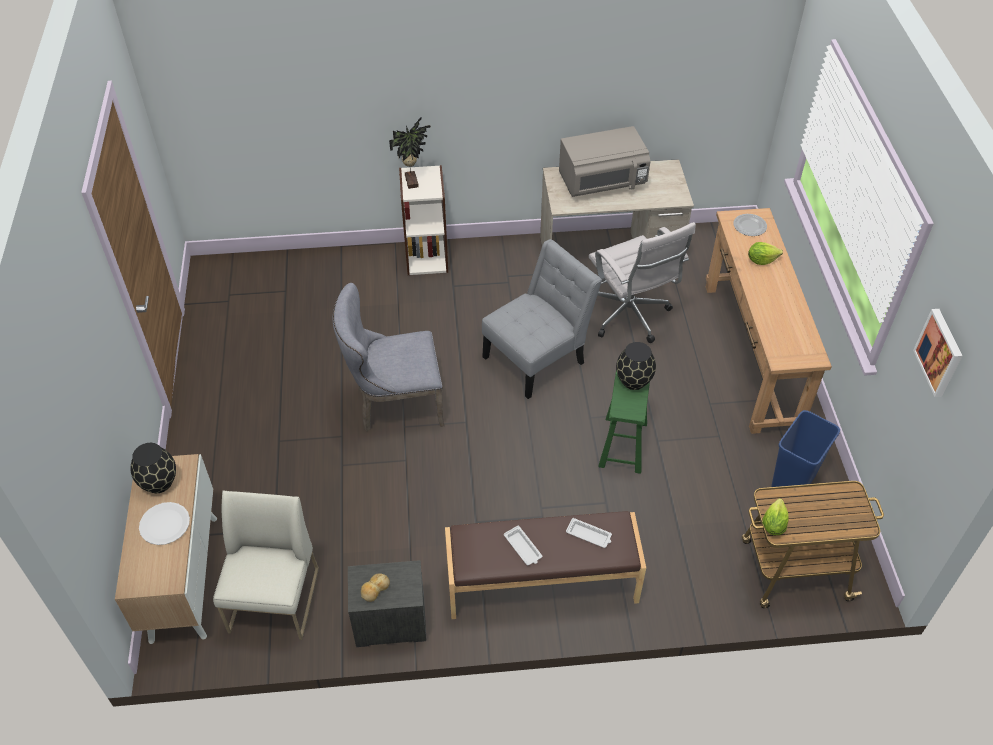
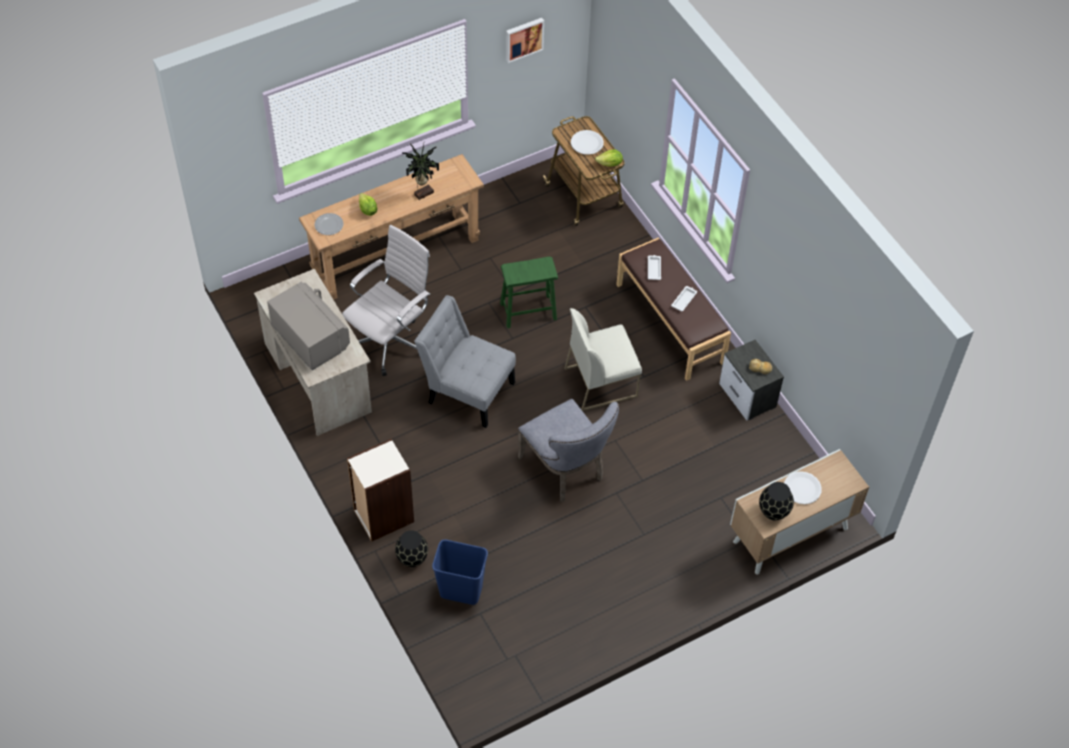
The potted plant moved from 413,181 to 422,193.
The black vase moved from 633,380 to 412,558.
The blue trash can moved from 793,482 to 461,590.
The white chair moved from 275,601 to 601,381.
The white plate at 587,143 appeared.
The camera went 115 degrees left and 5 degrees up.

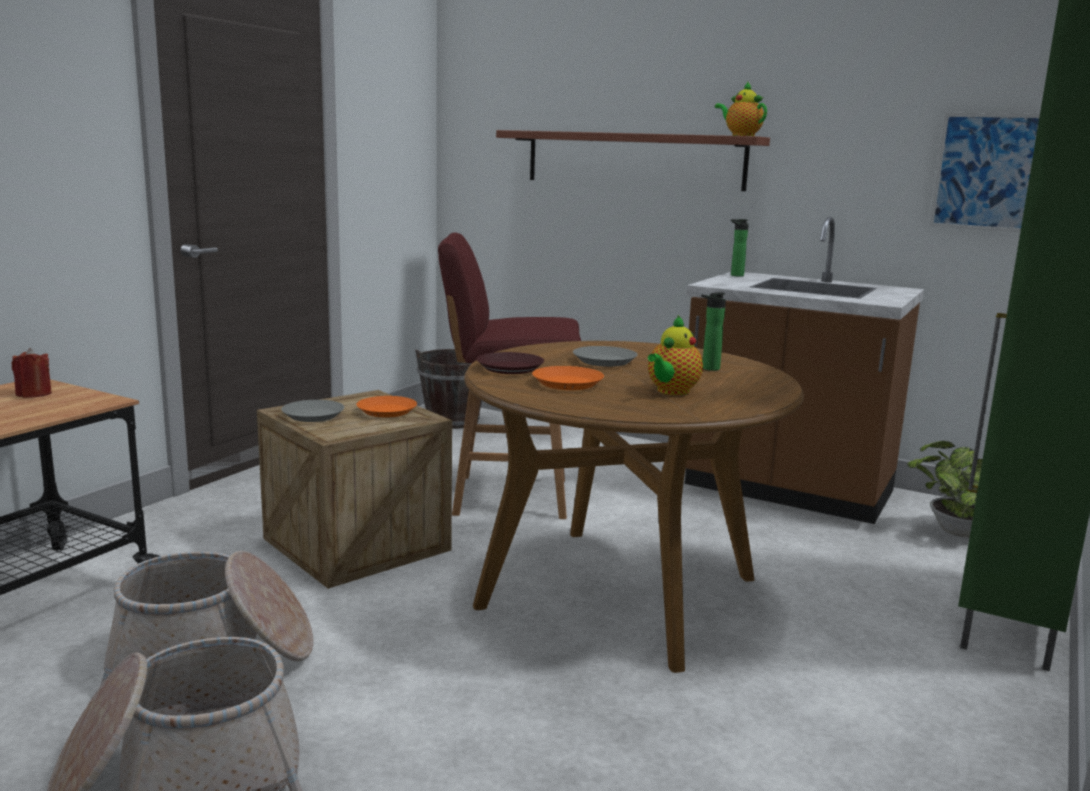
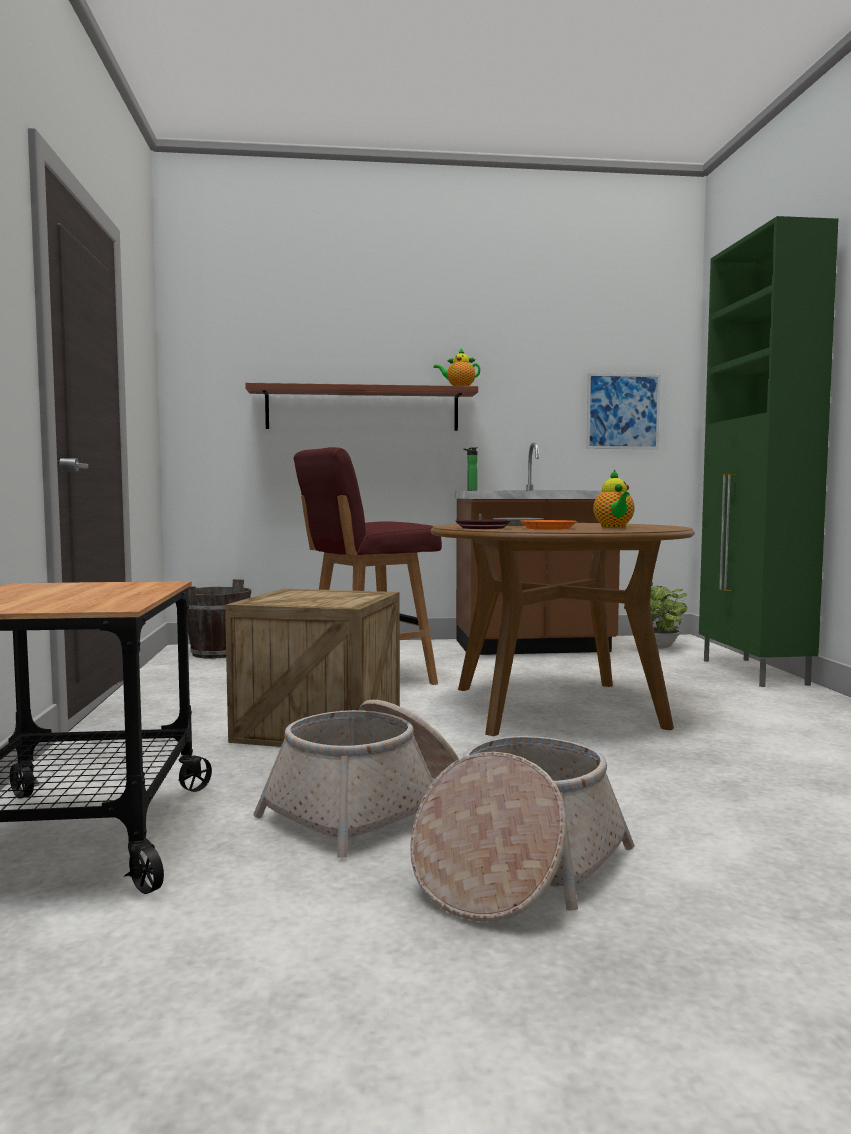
The bottle at 708,369 disappeared.
The red candle at 34,394 disappeared.
The orange plate at 387,411 disappeared.
The grey plate at 313,416 disappeared.
The camera went 35 degrees left and 10 degrees down.

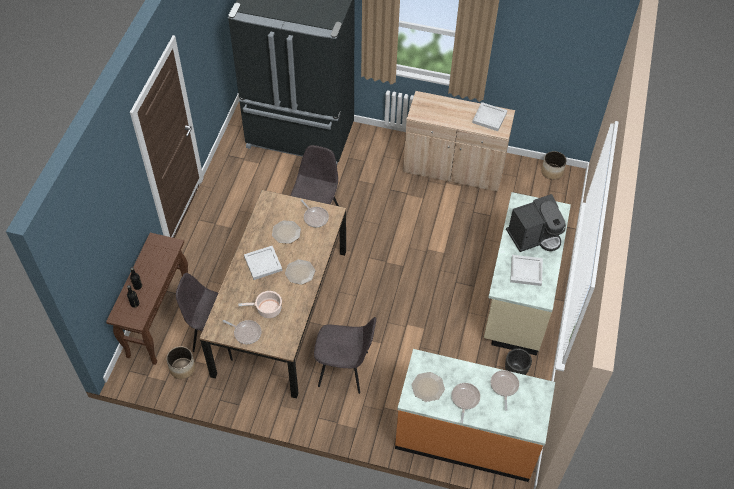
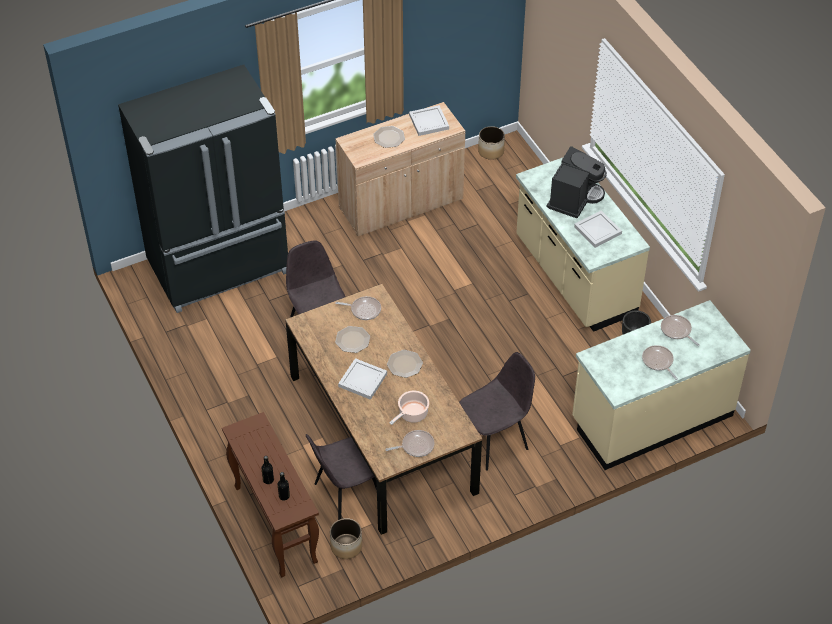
The orange counter at 467,437 became the beige counter at 651,417.
The plate moved from 428,387 to 389,137.
The camera went 40 degrees left and 5 degrees down.

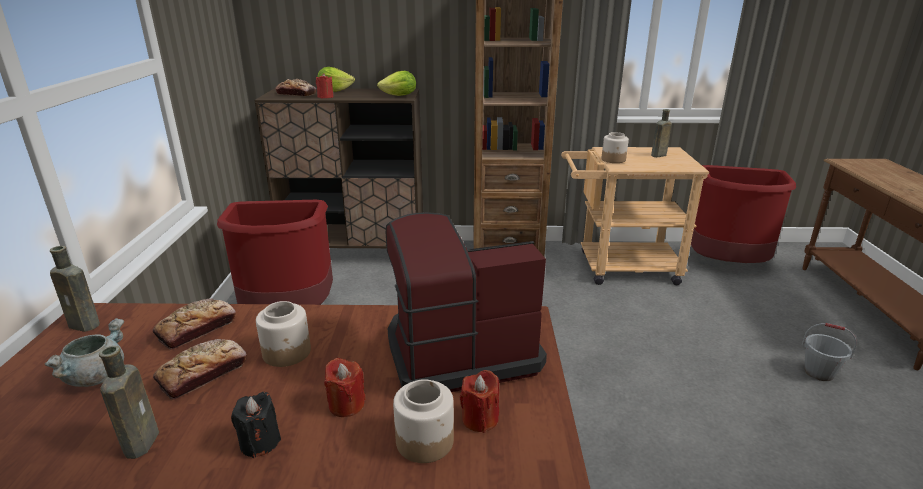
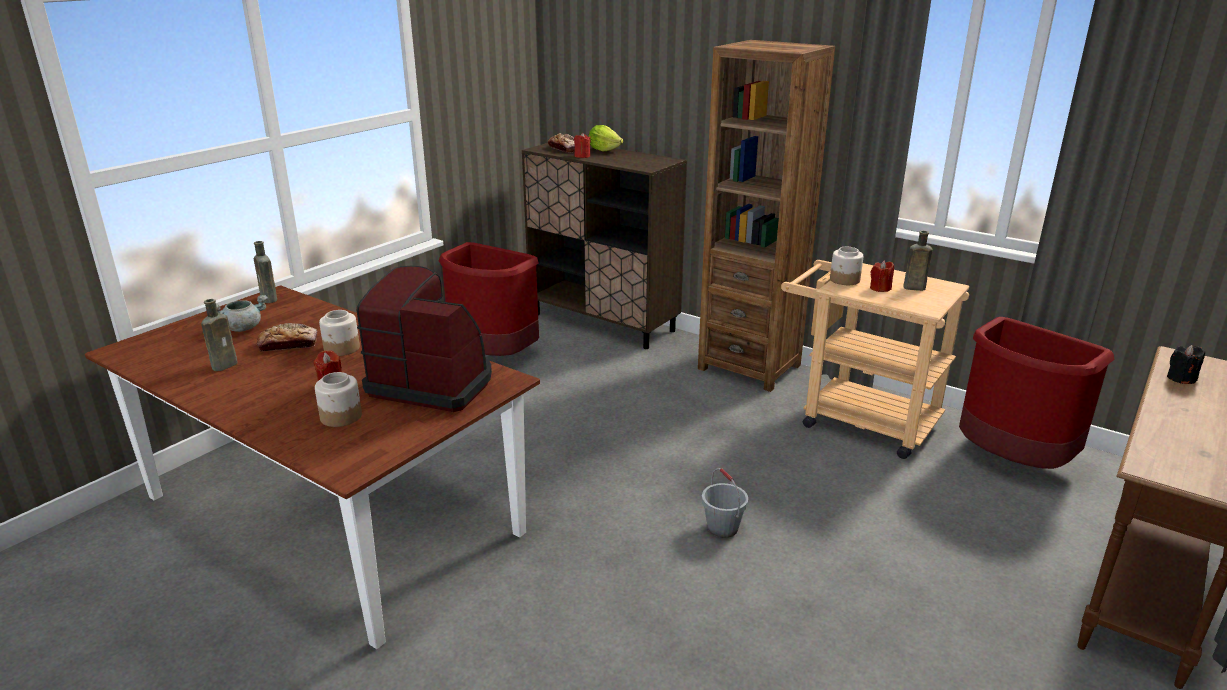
The lettuce at 399,96 disappeared.
The bread at 197,329 disappeared.
The grey bucket moved from 819,372 to 723,528.
The red candle moved from 480,419 to 880,288.
The black candle moved from 260,442 to 1181,378.
The camera went 35 degrees right and 0 degrees up.

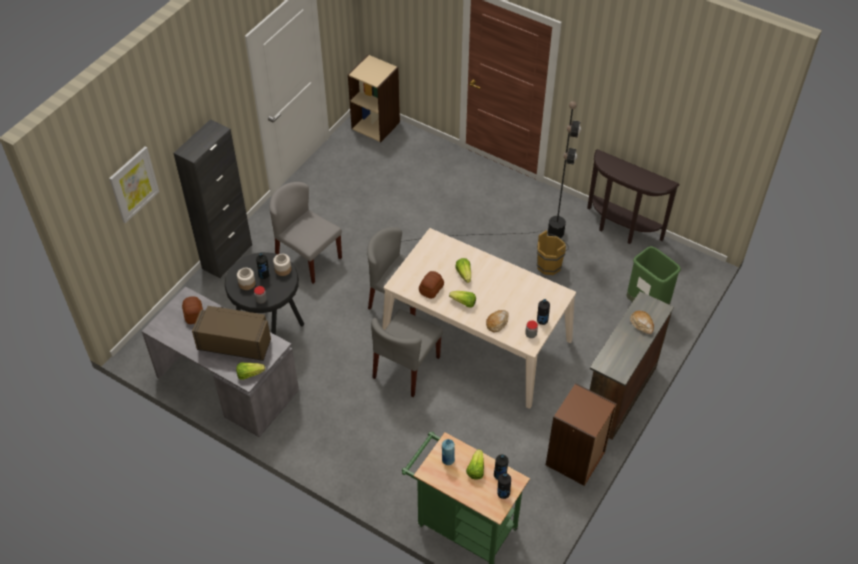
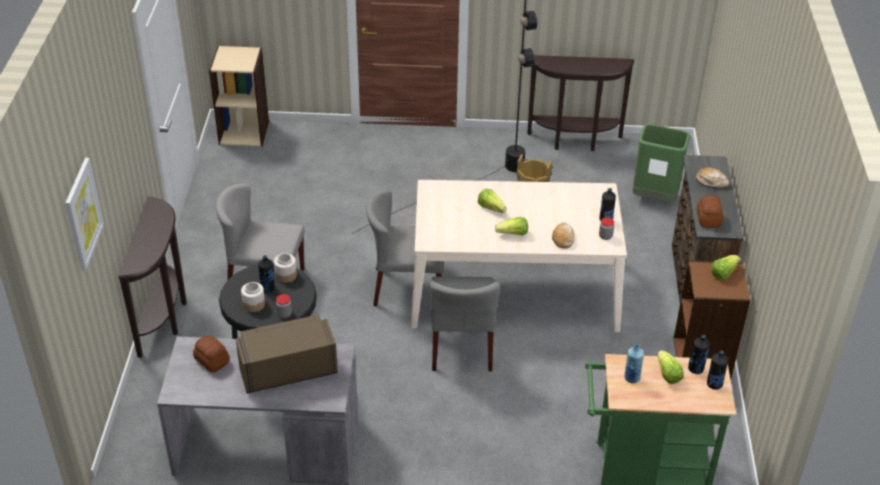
The black cabinet at 227,257 was replaced by the brown console table at 165,316.
The bread moved from 431,289 to 709,218.
The lettuce moved from 249,374 to 723,273.
The camera went 30 degrees left and 10 degrees down.

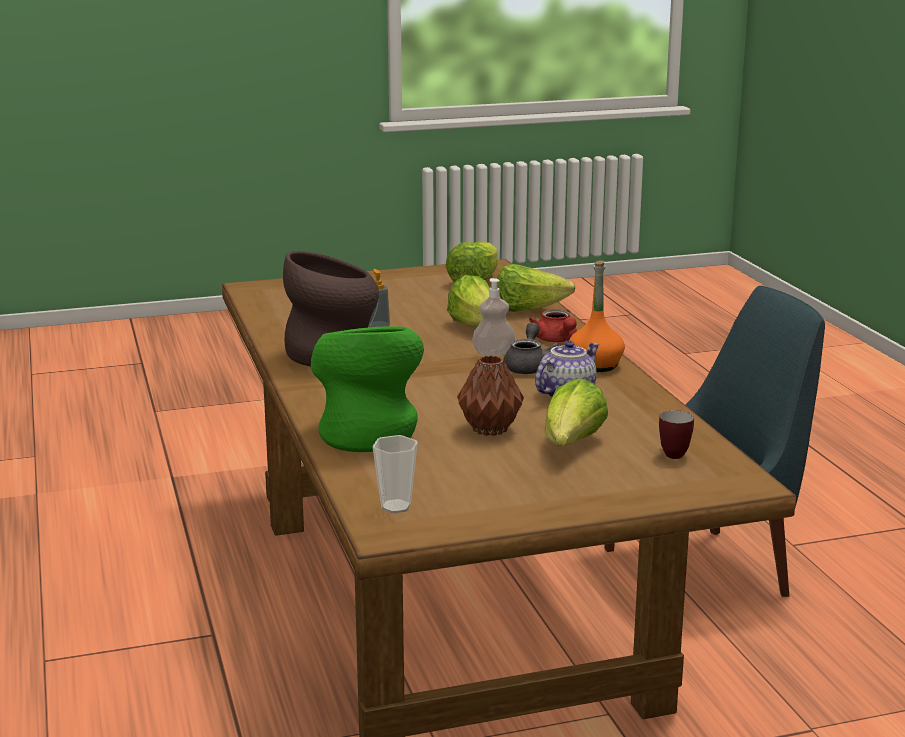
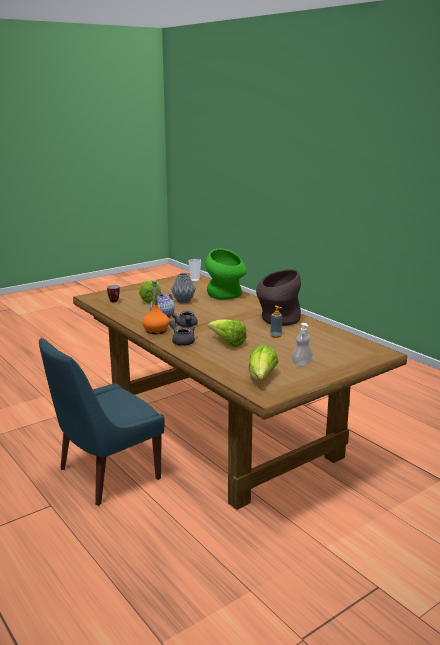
The lettuce at 528,310 disappeared.
The soap dispenser moved from 493,353 to 301,363.
The red teapot at 556,340 became the grey teapot at 182,341.
The brown vase at 490,429 became the grey vase at 183,301.
The camera went 160 degrees right and 0 degrees up.

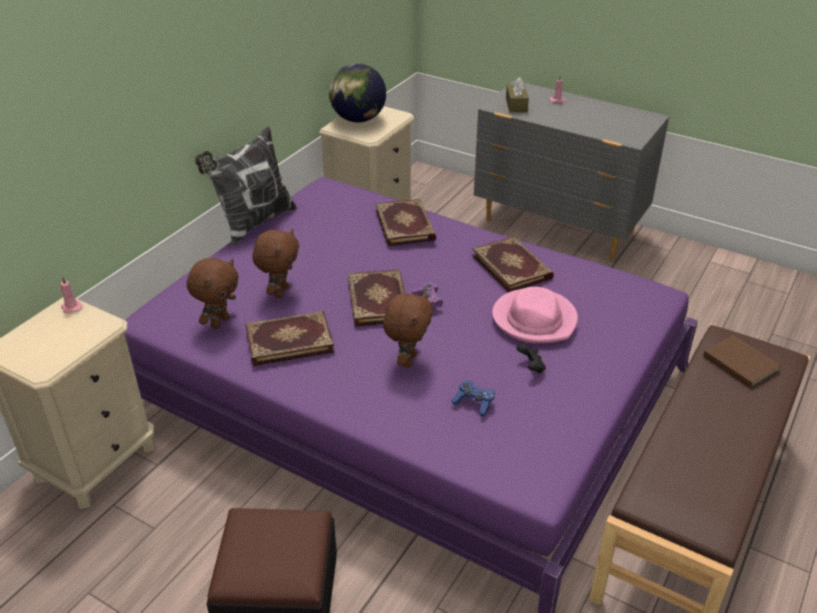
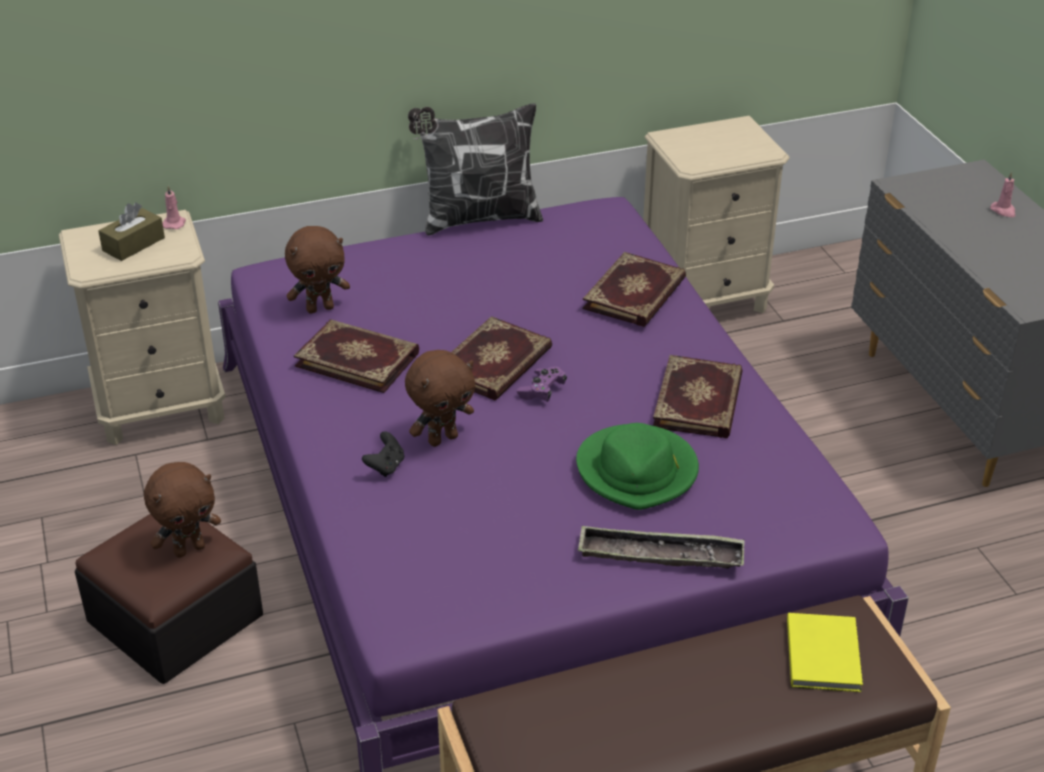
The globe at 358,119 disappeared.
The brown tissue box moved from 516,105 to 133,244.
The brown plush toy moved from 280,292 to 189,549.
The pink hat at 535,319 became the green hat at 638,471.
The brown book at 739,362 became the yellow book at 824,653.
The black game controller moved from 531,367 to 386,466.
The blue game controller at 474,403 disappeared.
The tray at 660,555 appeared.
The camera went 40 degrees right and 0 degrees up.

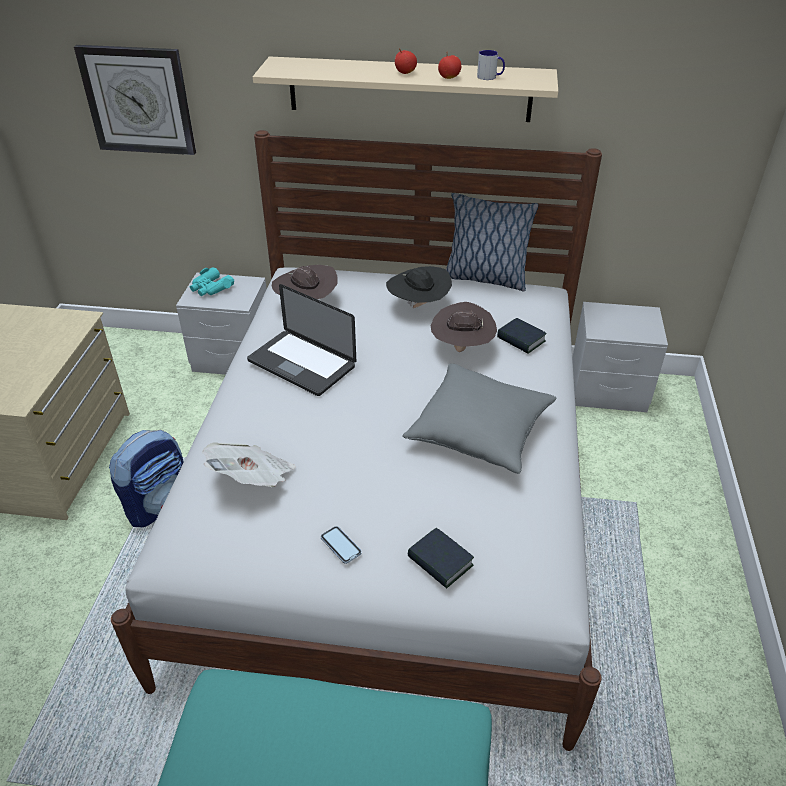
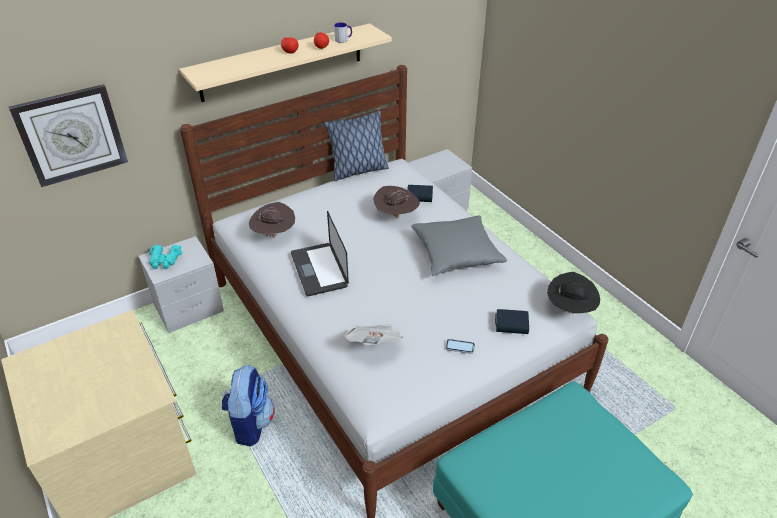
The black hat moved from 418,306 to 570,309.
The laptop at 301,364 turned 75 degrees clockwise.
The camera went 40 degrees left and 0 degrees up.

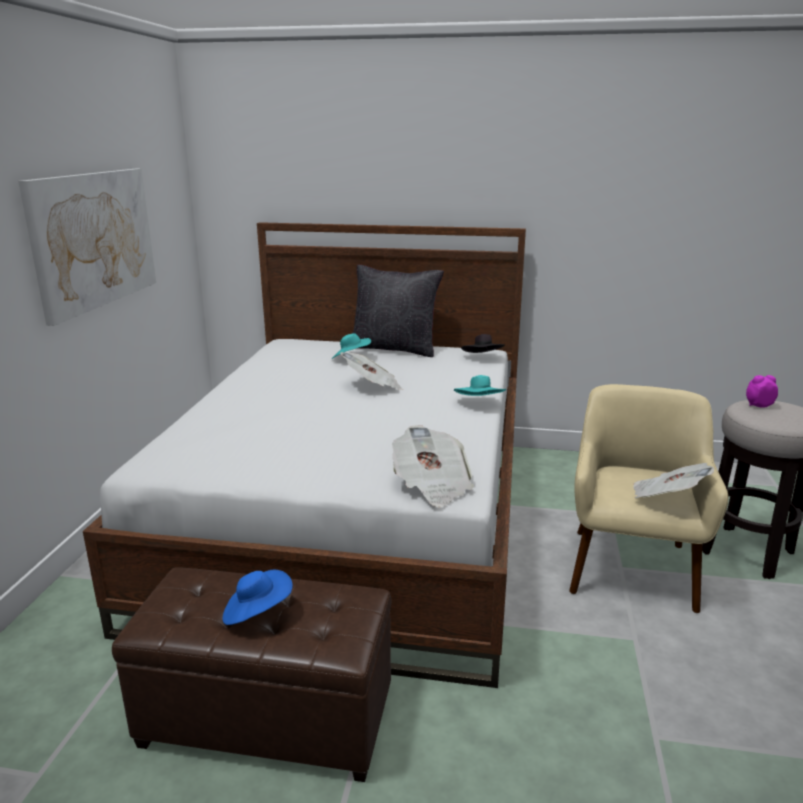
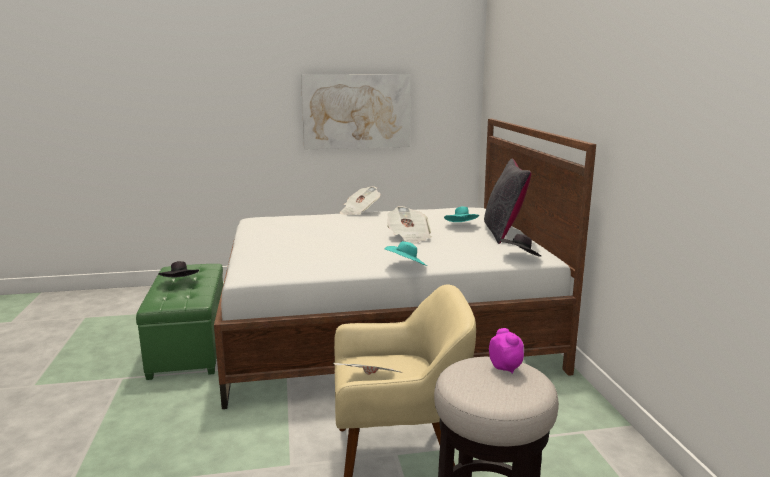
The newspaper moved from 432,485 to 359,211.
The brown ottoman at 268,716 became the green ottoman at 190,347.
The blue hat at 257,612 became the black hat at 180,282.
The camera went 70 degrees right and 5 degrees down.

